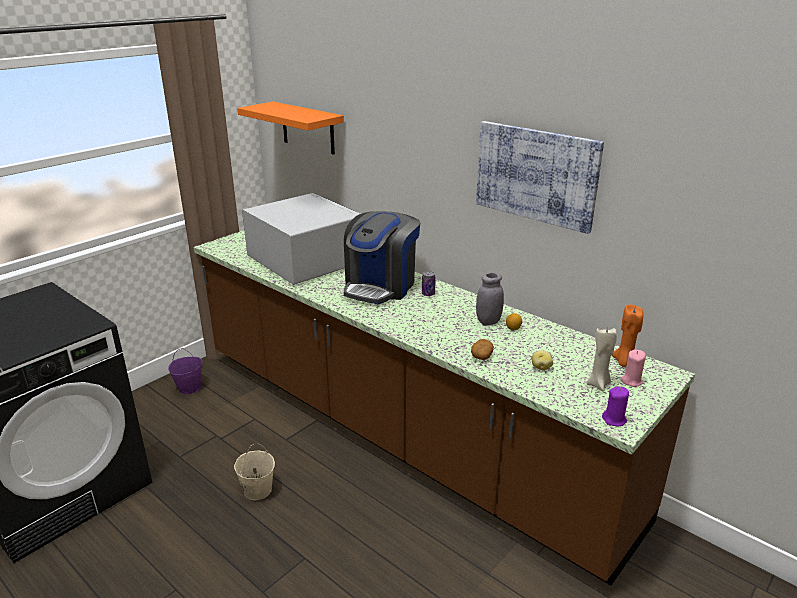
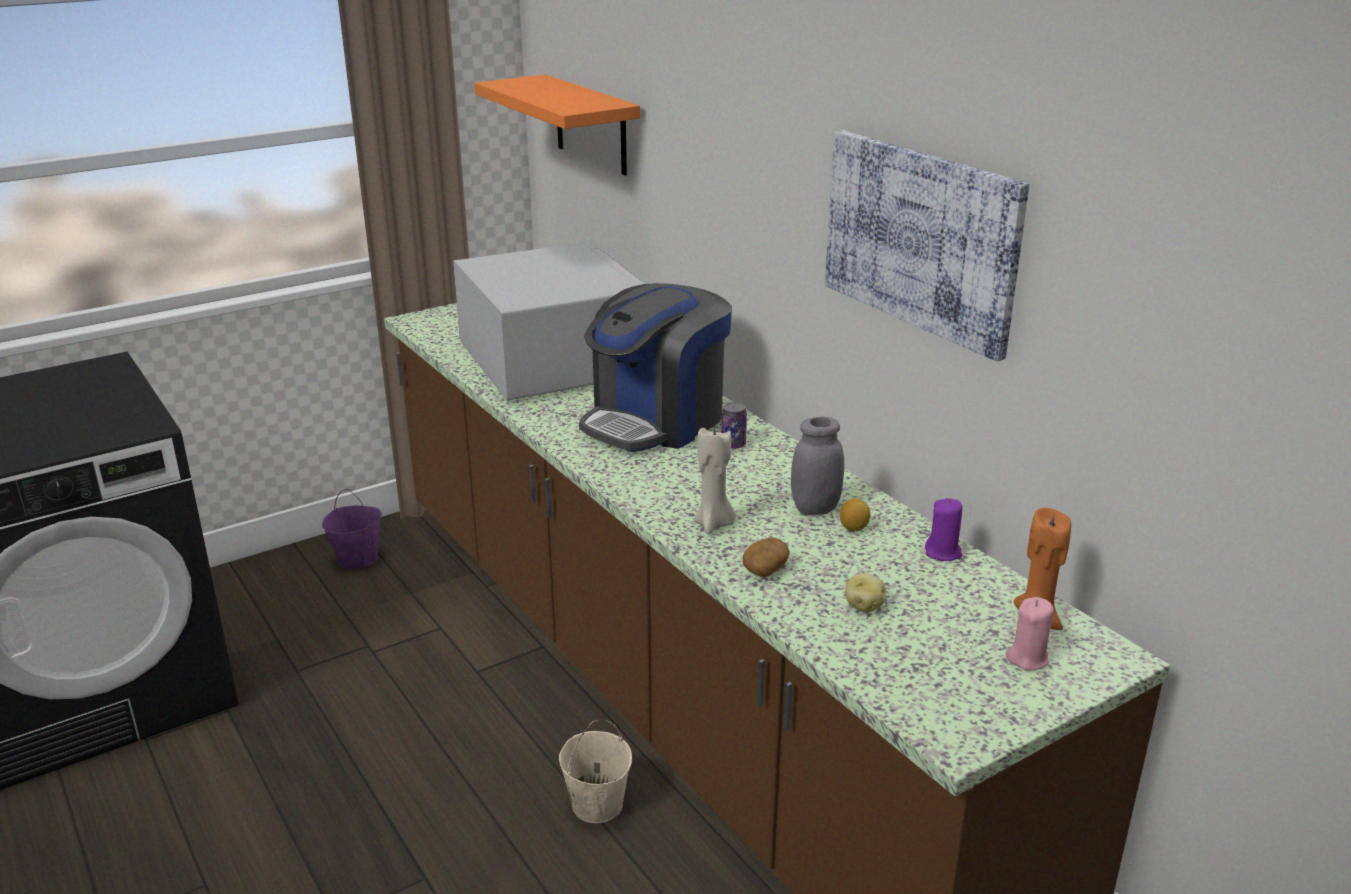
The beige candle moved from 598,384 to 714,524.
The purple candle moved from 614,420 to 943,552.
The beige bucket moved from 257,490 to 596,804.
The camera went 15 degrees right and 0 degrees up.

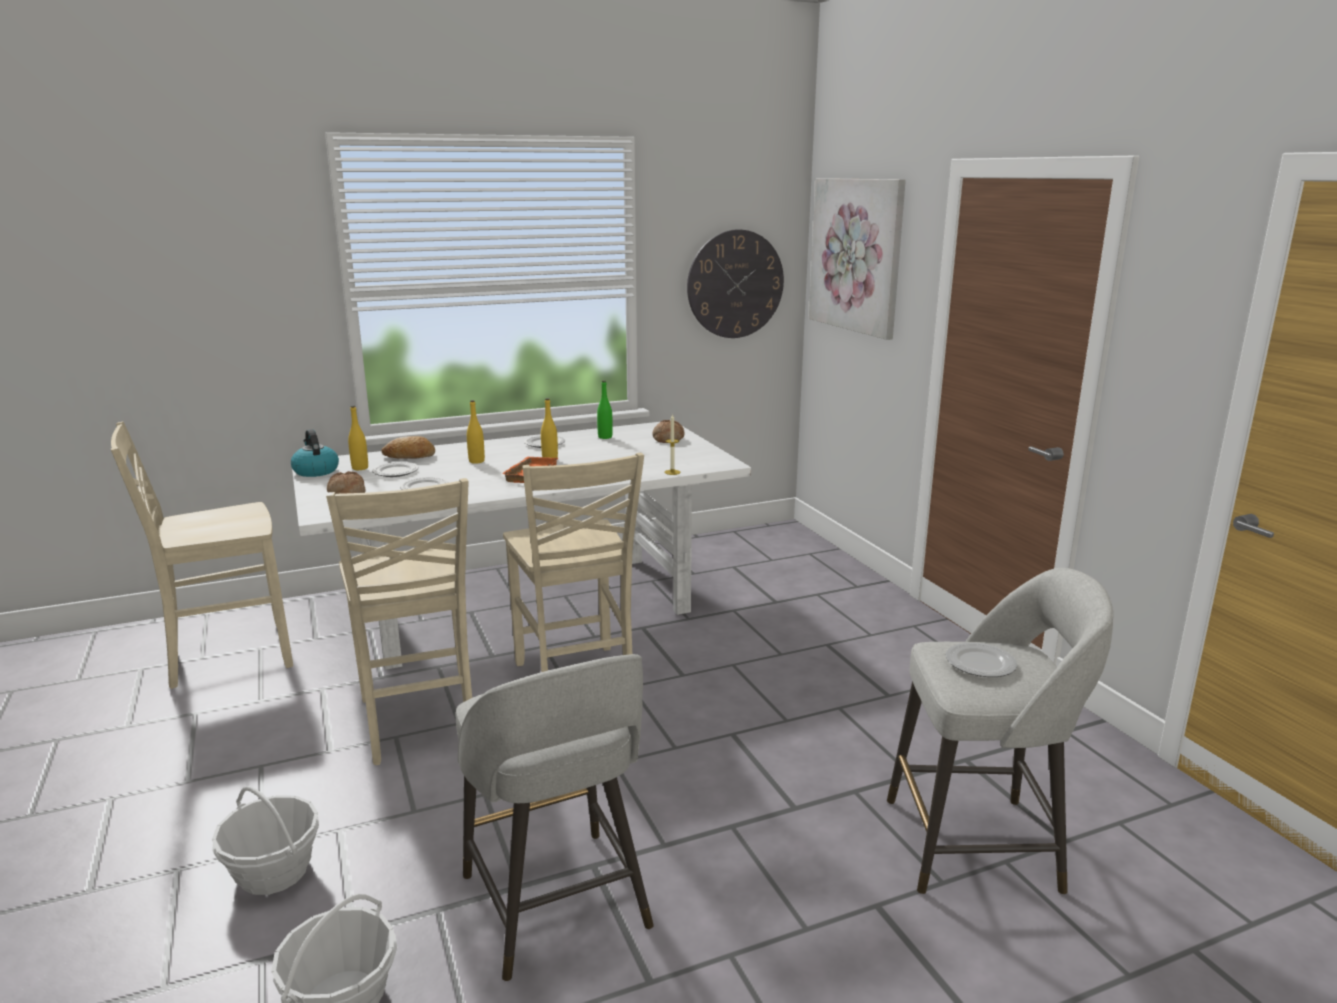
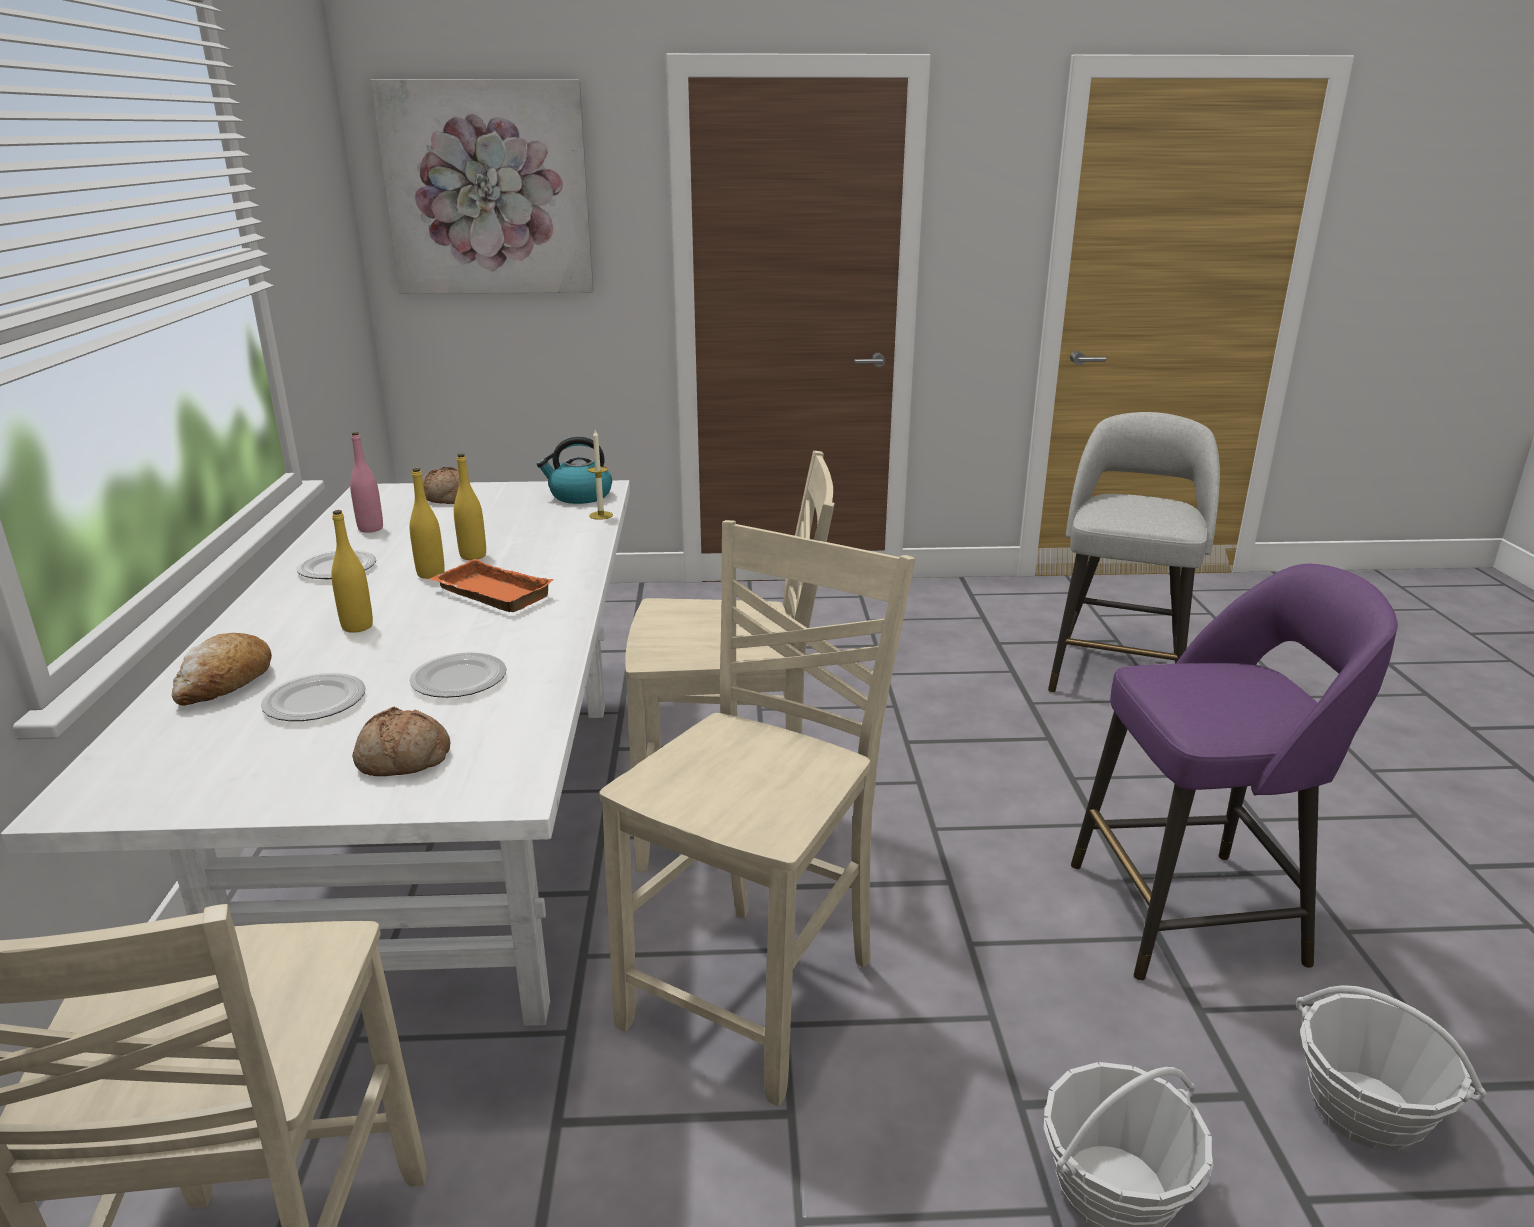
The wall clock at 735,284 disappeared.
The green bottle at 605,437 became the pink bottle at 370,529.
The yellow bottle moved from 360,468 to 473,556.
The kettle moved from 315,471 to 579,496.
The beige chair at 419,723 turned 60 degrees counterclockwise.
The plate at 981,664 disappeared.
The grey stool at 557,905 became the purple stool at 1192,913.
The camera went 70 degrees left and 5 degrees up.

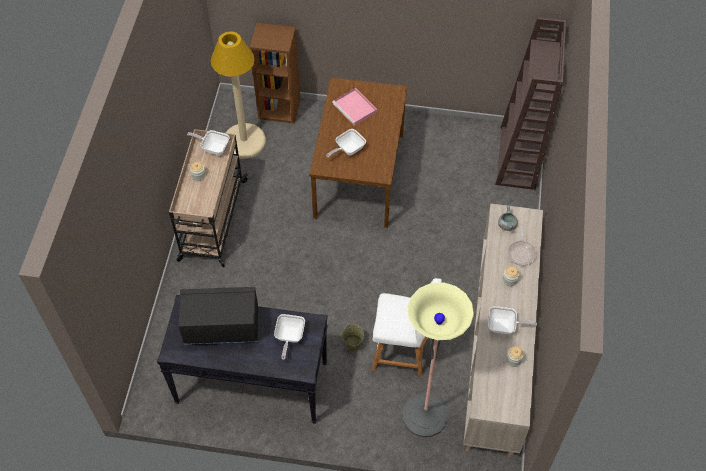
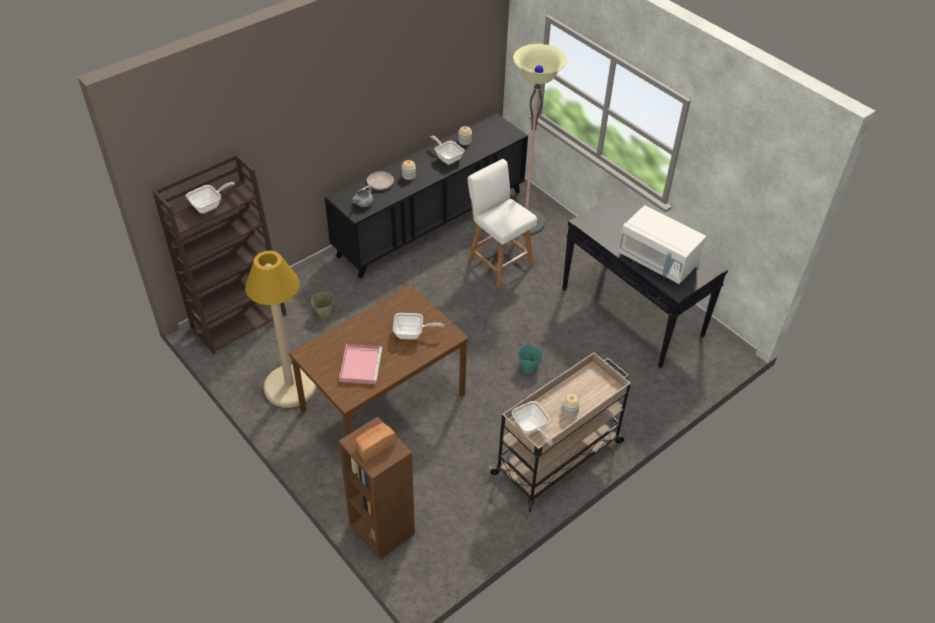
The beige floor lamp moved from 244,141 to 290,387.
The beige cabinet at 498,347 became the black cabinet at 430,223.
The black microwave at 221,326 became the white microwave at 657,261.
The frying pan moved from 289,337 to 209,206.
The beige bucket moved from 352,344 to 324,312.
The turquoise bucket at 529,366 appeared.
The bread at 374,446 appeared.
The camera went 140 degrees left and 10 degrees down.

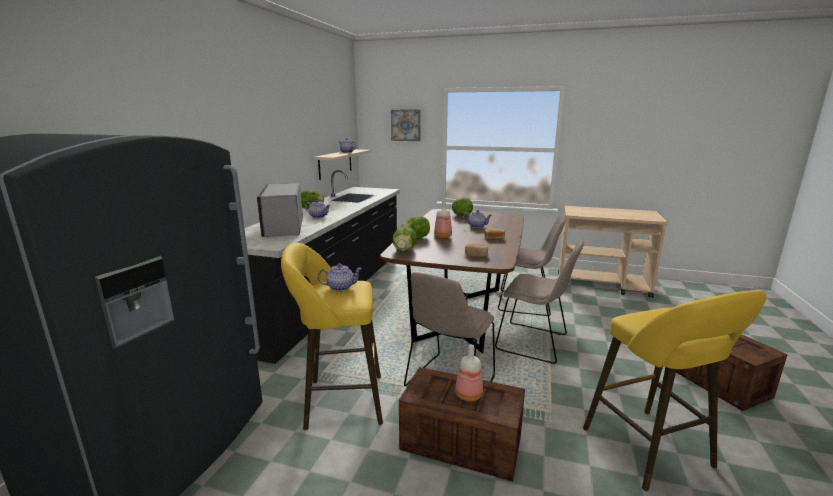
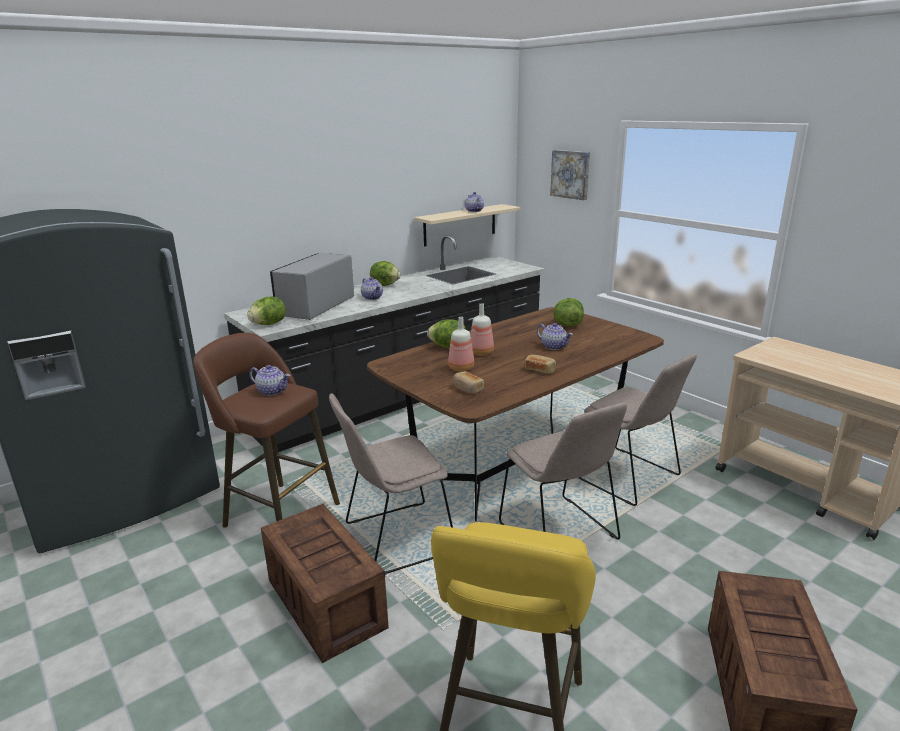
The lettuce moved from 404,250 to 268,324.
The yellow stool at 339,401 became the brown stool at 277,513.
The bottle moved from 468,395 to 460,368.
The camera went 35 degrees right and 5 degrees up.

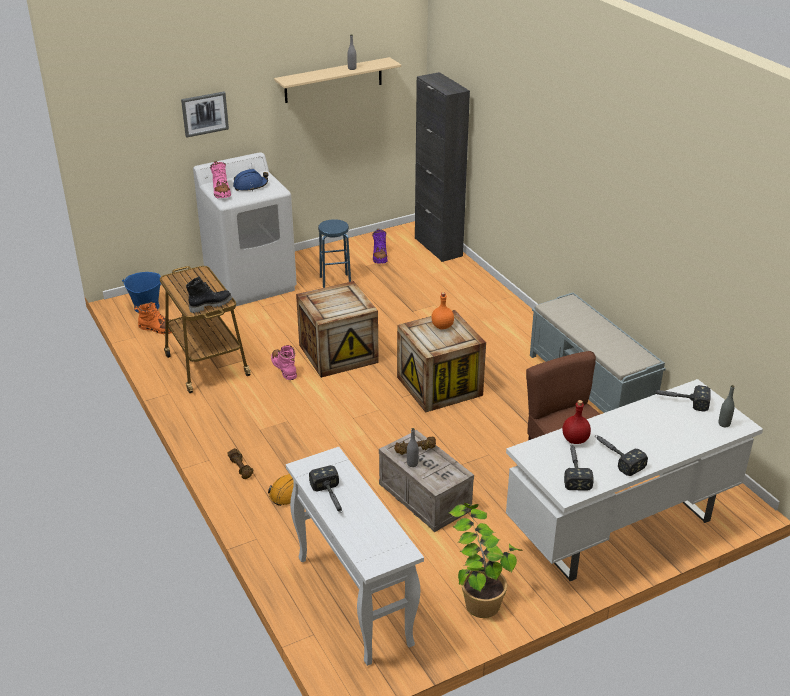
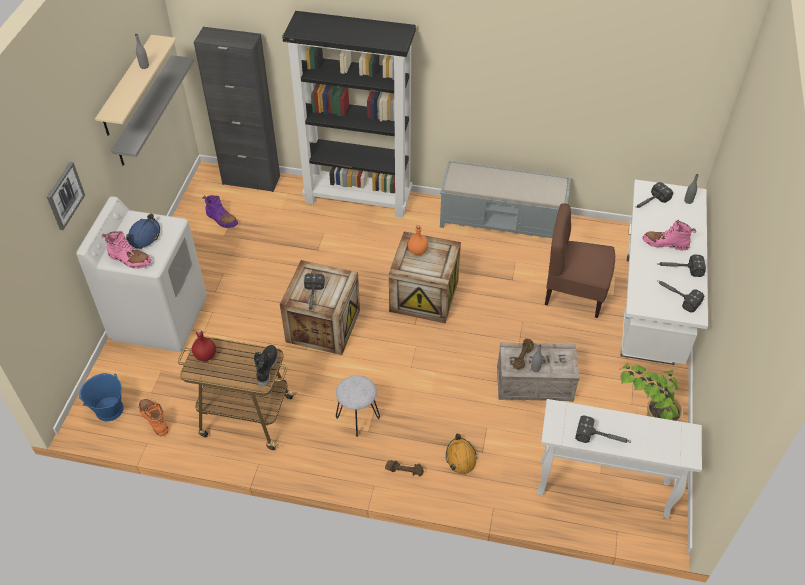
The blue stool at 335,282 disappeared.
The orange boot at 159,329 turned 90 degrees counterclockwise.
The pink boot moved from 284,368 to 665,243.
The red bottle moved from 575,440 to 206,356.
The black bookcase at 359,198 appeared.
The grey shelf at 145,111 appeared.
The hammer at 313,297 appeared.
The grey stool at 357,417 appeared.
The camera went 50 degrees left and 15 degrees up.

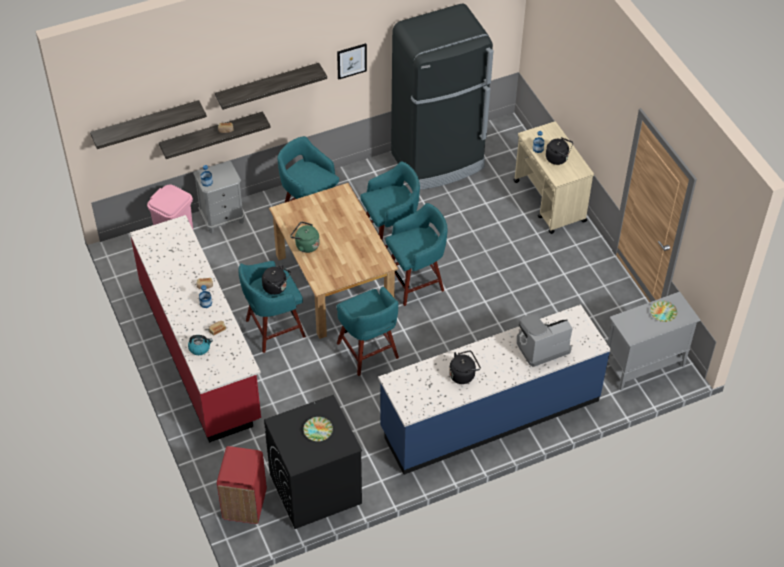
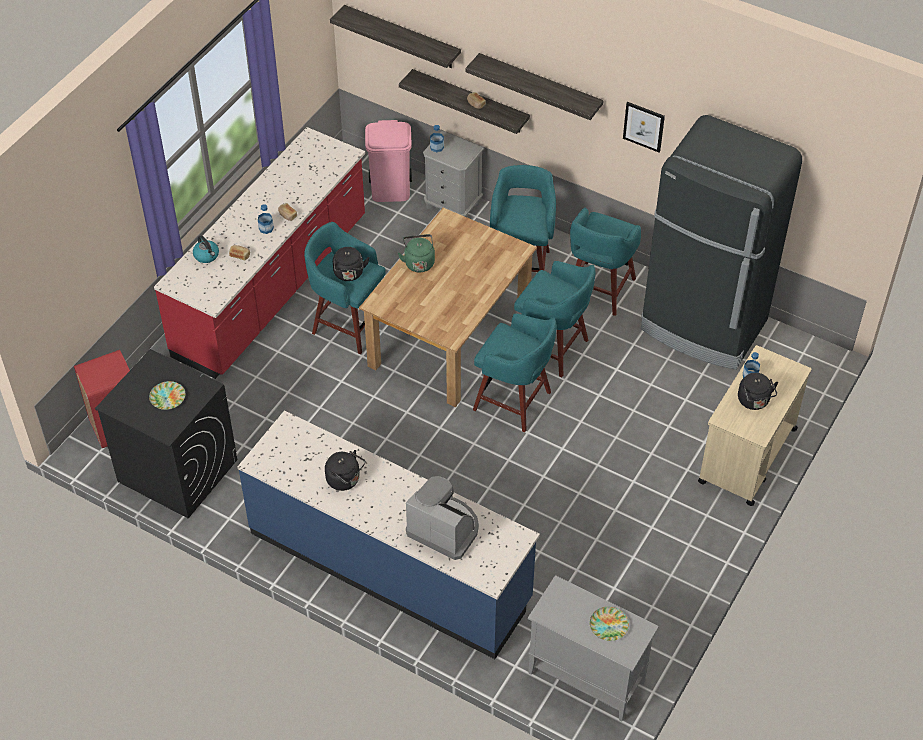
The turquoise stool moved from 368,352 to 599,290.
The camera went 55 degrees right and 0 degrees up.

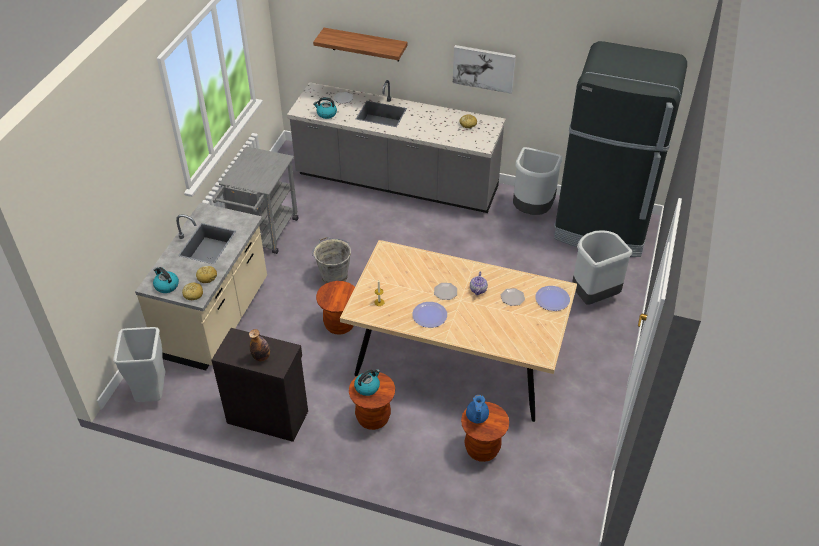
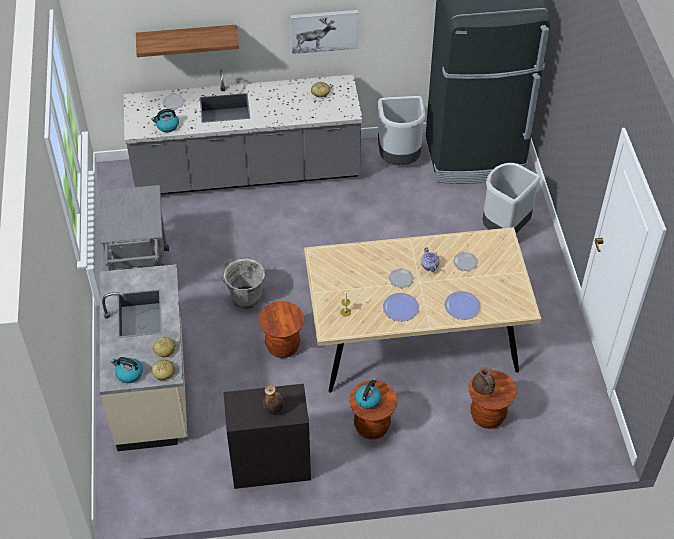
The plate moved from 552,299 to 462,306.
The grey trash can at 152,394 disappeared.
The blue teapot at 476,417 became the brown teapot at 483,388.
The camera went 25 degrees left and 5 degrees up.

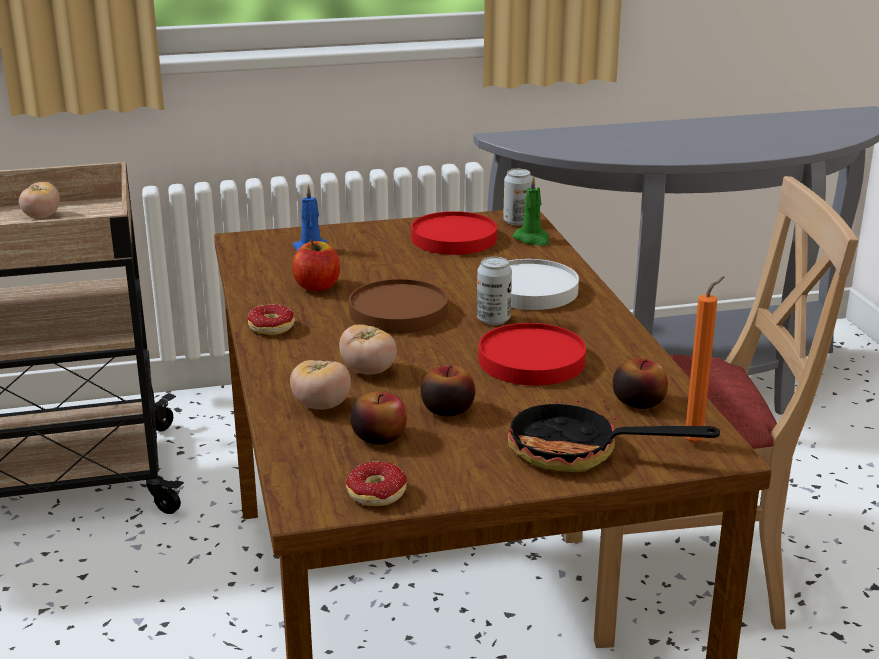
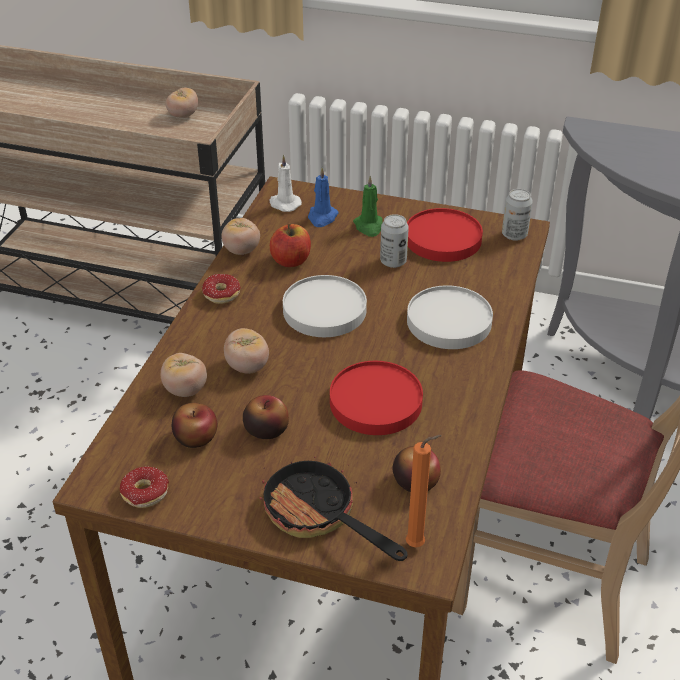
The green candle moved from 532,239 to 369,227.
The can moved from 493,319 to 393,261.
The brown plate at 398,312 became the white plate at 324,310.
The white candle at 284,204 appeared.
The tomato at 241,250 appeared.
The camera went 30 degrees right and 15 degrees up.

